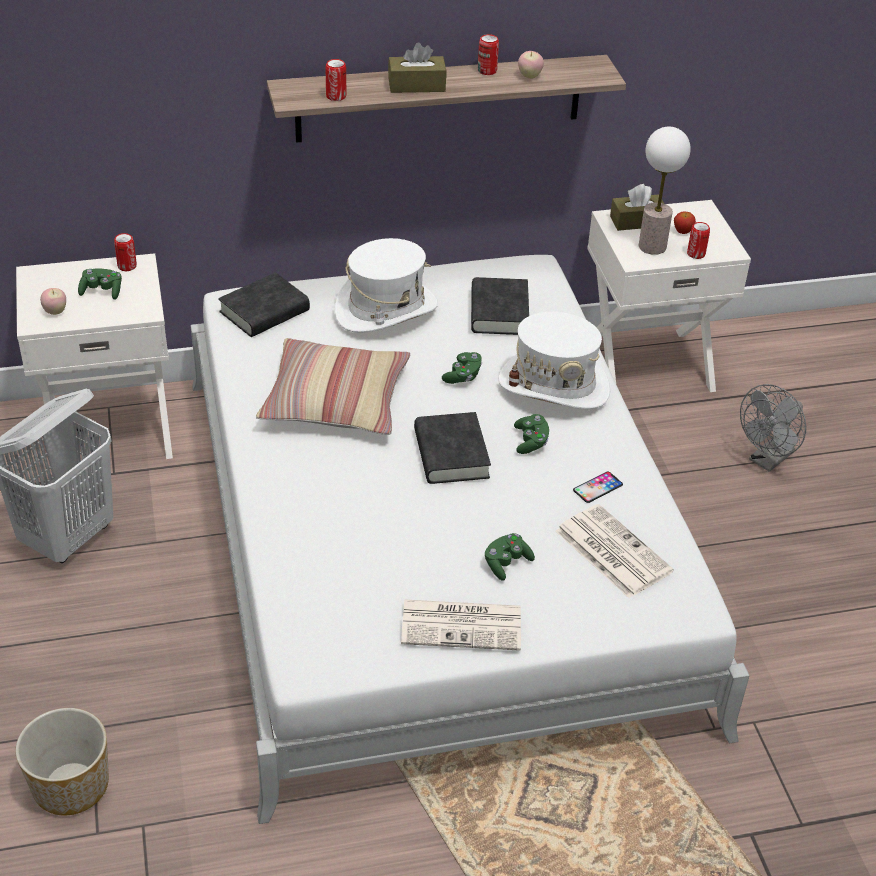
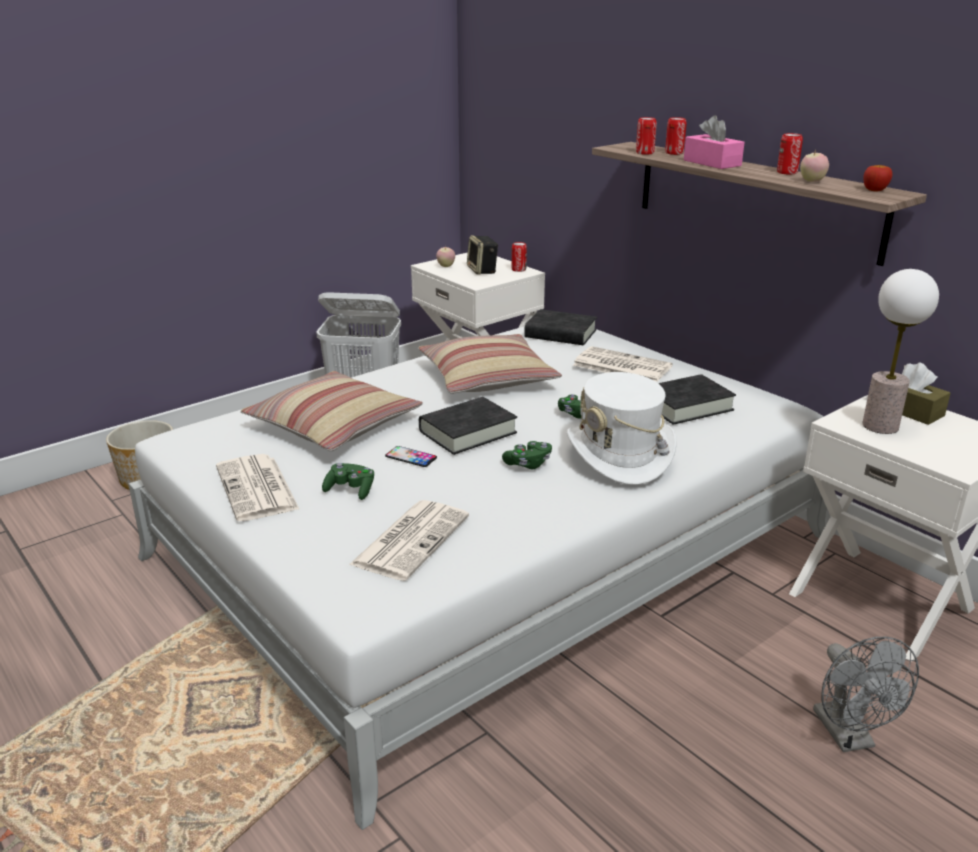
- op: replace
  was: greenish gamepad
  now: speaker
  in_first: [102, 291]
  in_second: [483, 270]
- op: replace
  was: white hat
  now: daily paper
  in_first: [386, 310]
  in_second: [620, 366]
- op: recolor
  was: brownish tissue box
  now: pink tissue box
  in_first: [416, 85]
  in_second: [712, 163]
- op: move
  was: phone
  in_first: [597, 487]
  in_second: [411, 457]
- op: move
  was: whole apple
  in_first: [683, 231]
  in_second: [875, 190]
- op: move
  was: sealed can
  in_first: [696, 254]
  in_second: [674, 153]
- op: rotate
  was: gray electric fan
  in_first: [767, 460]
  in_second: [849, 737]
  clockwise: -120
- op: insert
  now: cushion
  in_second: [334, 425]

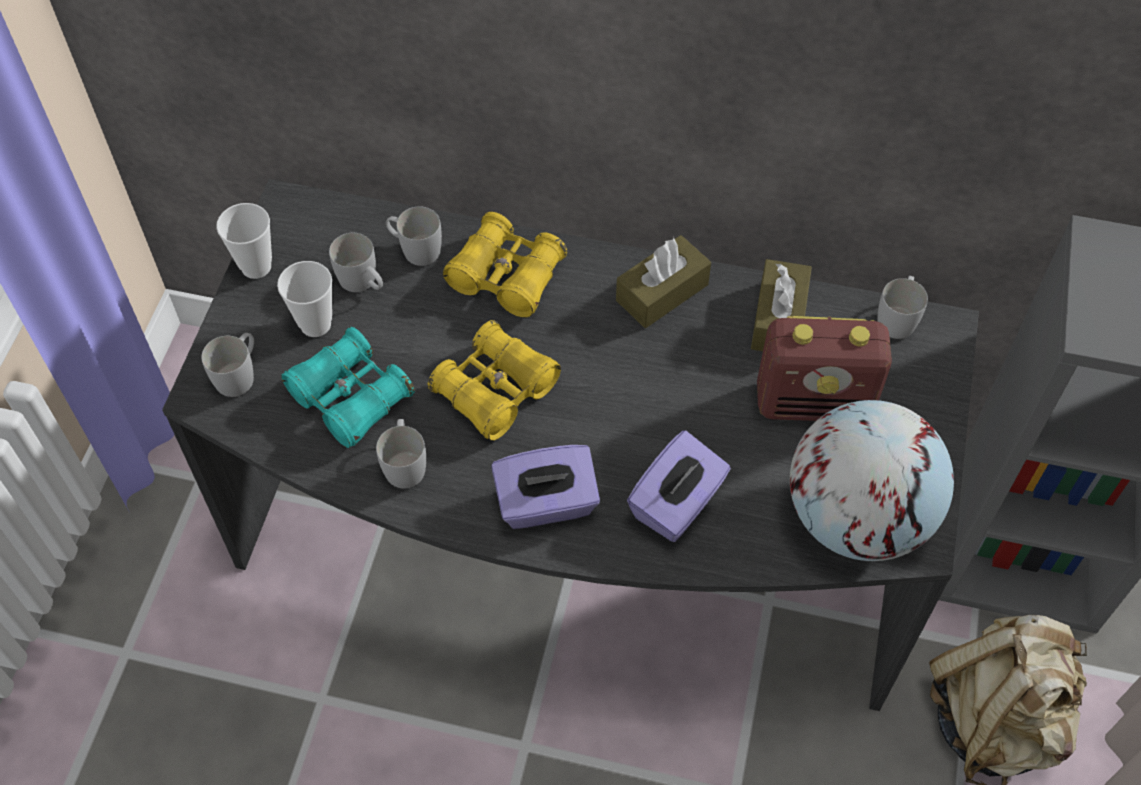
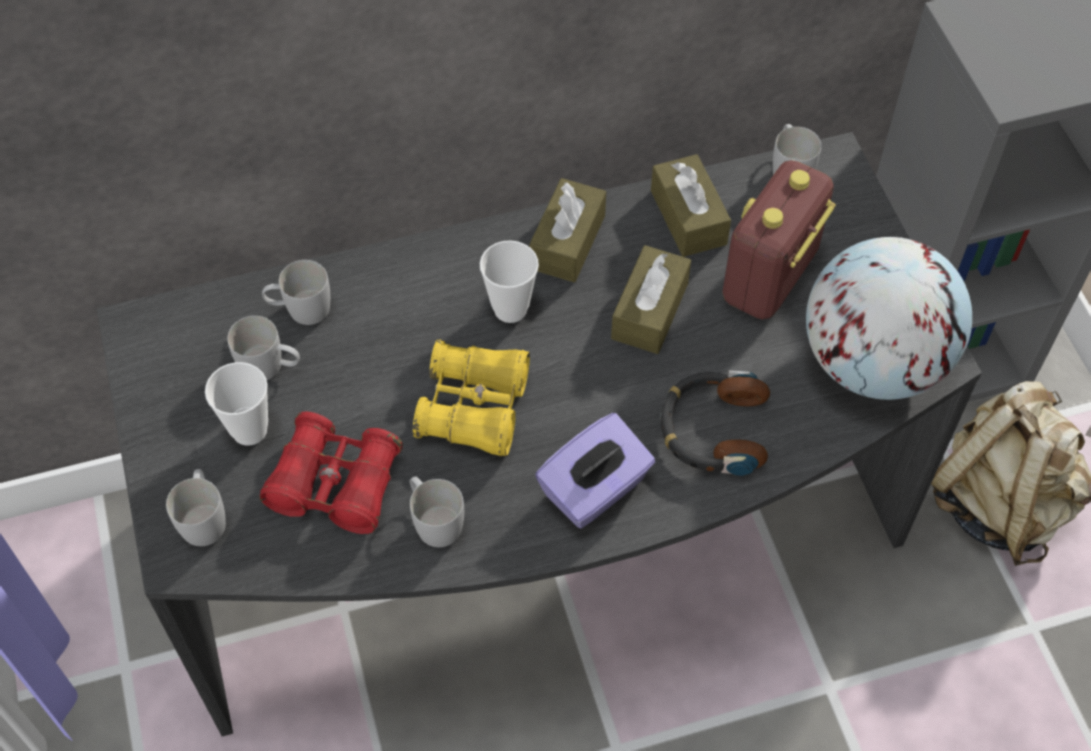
- op: move
  was: drinking cup
  in_first: [256, 266]
  in_second: [510, 309]
- op: recolor
  was: turquoise binoculars
  now: red-coloured binoculars
  in_first: [350, 397]
  in_second: [335, 484]
- op: delete
  was: yellow binoculars
  in_first: [506, 276]
- op: replace
  was: purplish tissue box
  now: pair of headphones
  in_first: [677, 504]
  in_second: [712, 429]
- op: rotate
  was: radio
  in_first: [815, 402]
  in_second: [769, 278]
  clockwise: 150
- op: insert
  now: brownish tissue box
  in_second: [650, 311]

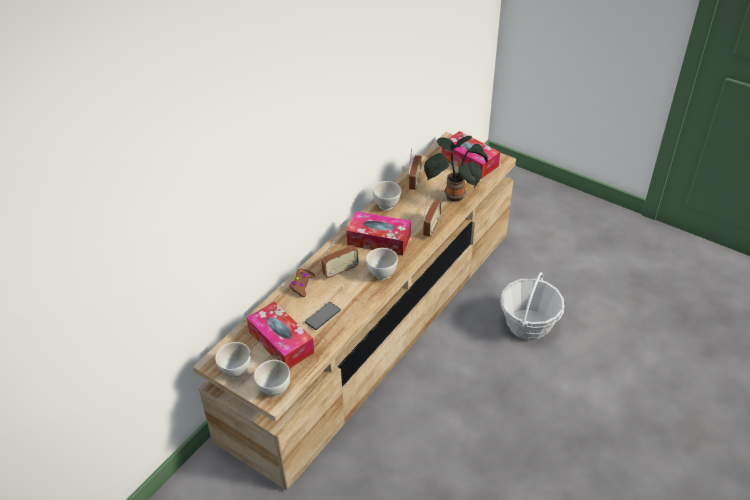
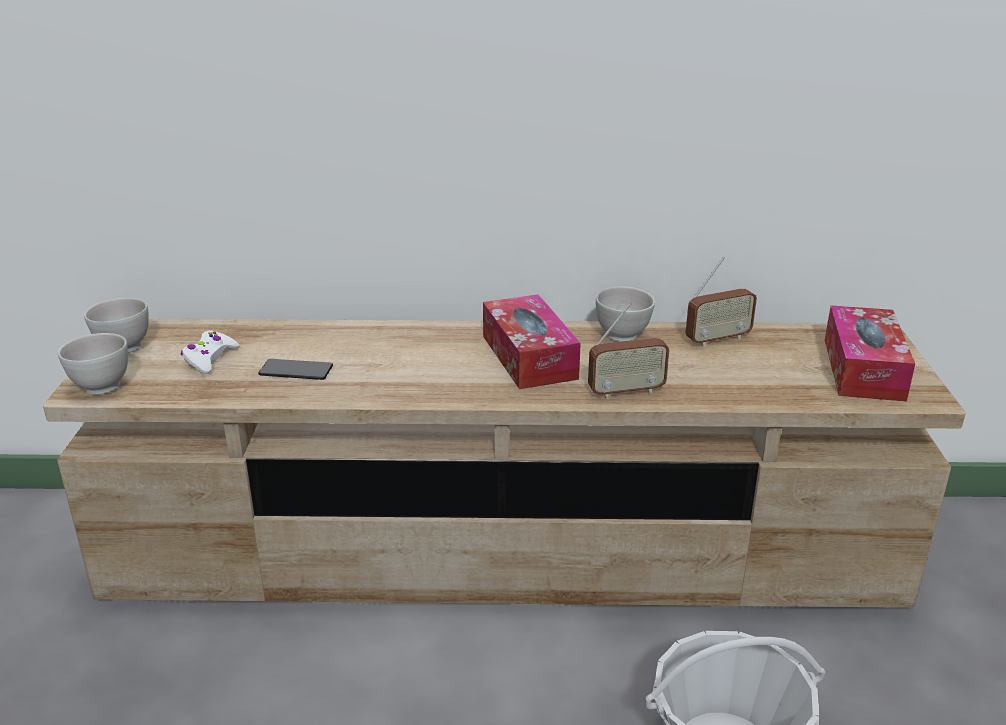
- op: replace
  was: tissue box
  now: white gamepad
  in_first: [281, 342]
  in_second: [209, 359]
- op: delete
  was: brownish gamepad
  in_first: [302, 285]
- op: delete
  was: radio
  in_first: [340, 271]
- op: delete
  was: white bowl
  in_first: [382, 274]
- op: delete
  was: houseplant
  in_first: [454, 195]

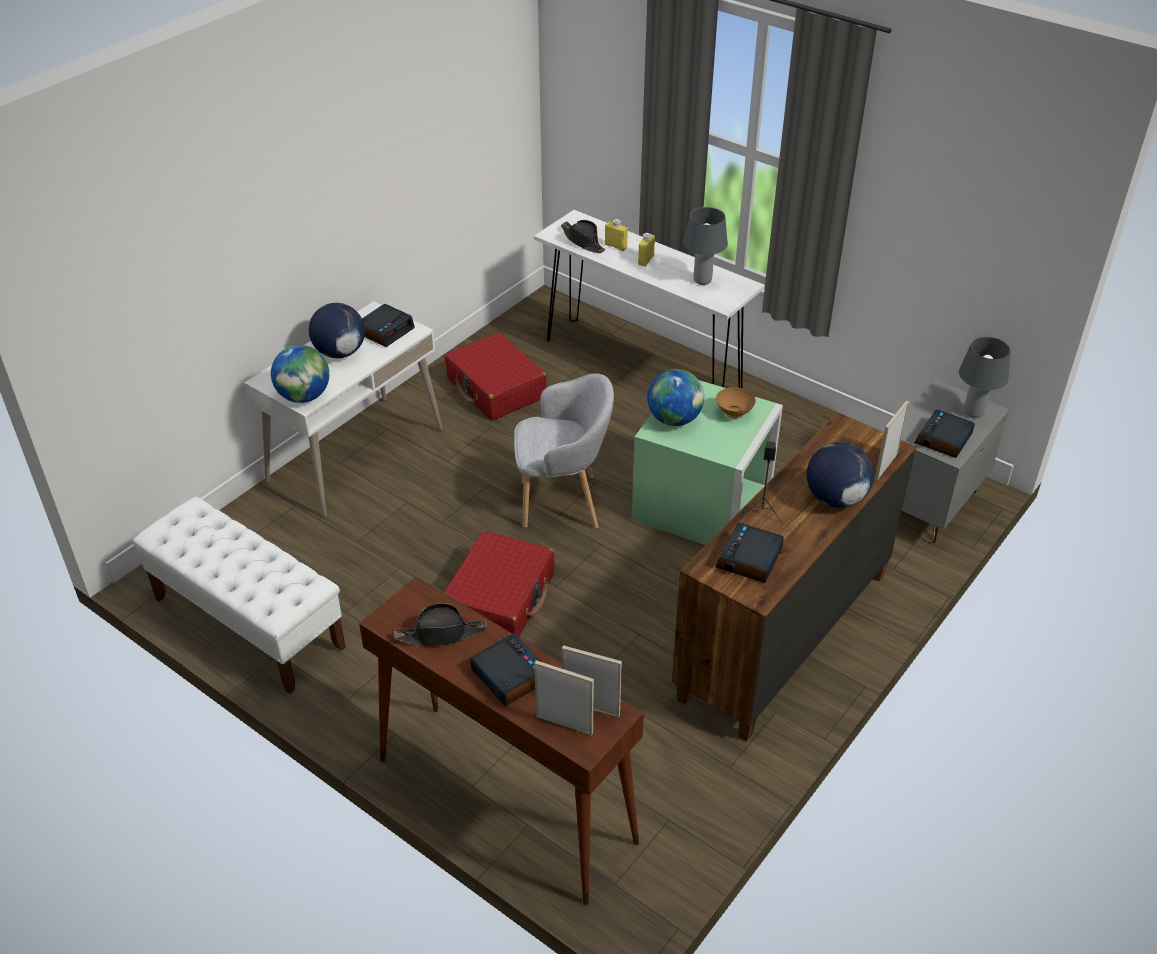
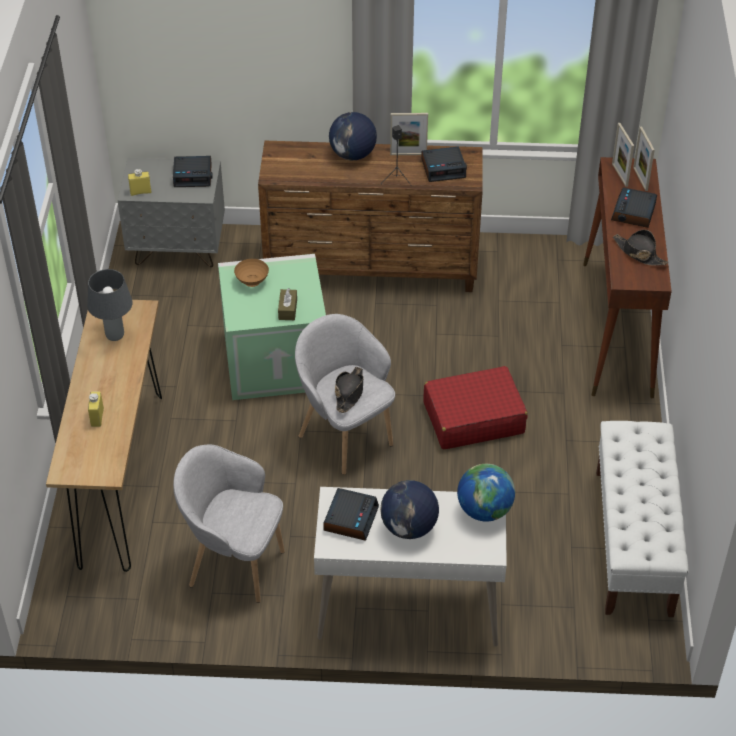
- op: rotate
  was: alarm clock
  in_first: [385, 330]
  in_second: [350, 518]
  clockwise: 105
- op: replace
  was: red-coloured piece of luggage
  now: gray armchair
  in_first: [496, 388]
  in_second: [234, 565]
- op: recolor
  was: white hall table
  now: brownish hall table
  in_first: [641, 367]
  in_second: [121, 479]
- op: move
  was: black-coloured hat
  in_first: [583, 241]
  in_second: [349, 393]
- op: move
  was: yellow drink bottle
  in_first: [646, 260]
  in_second: [140, 192]
- op: replace
  was: globe
  now: brownish tissue box
  in_first: [674, 419]
  in_second: [287, 309]
- op: move
  was: photo frame
  in_first: [886, 466]
  in_second: [408, 154]
- op: delete
  was: gray tabletop lamp
  in_first: [972, 413]

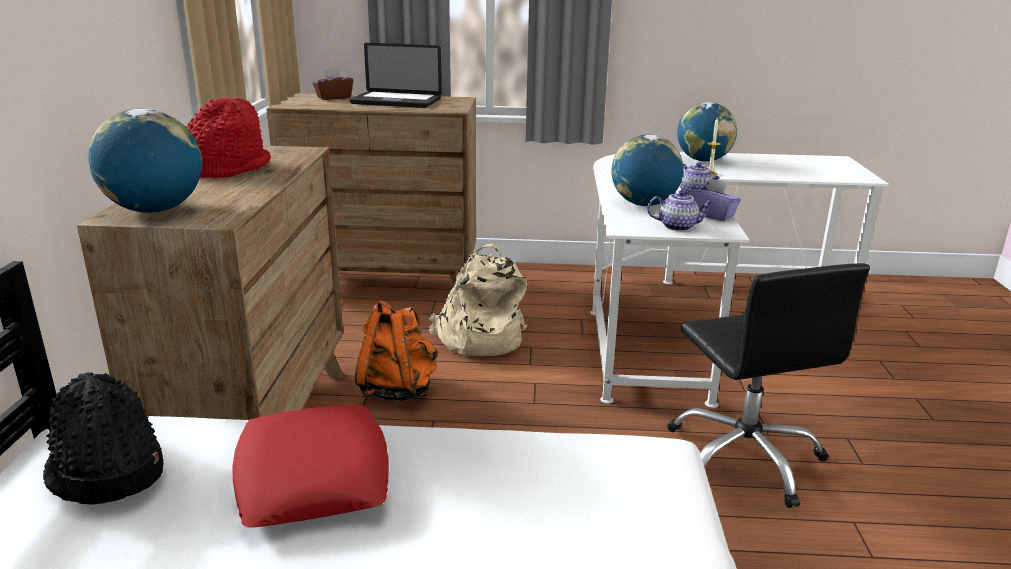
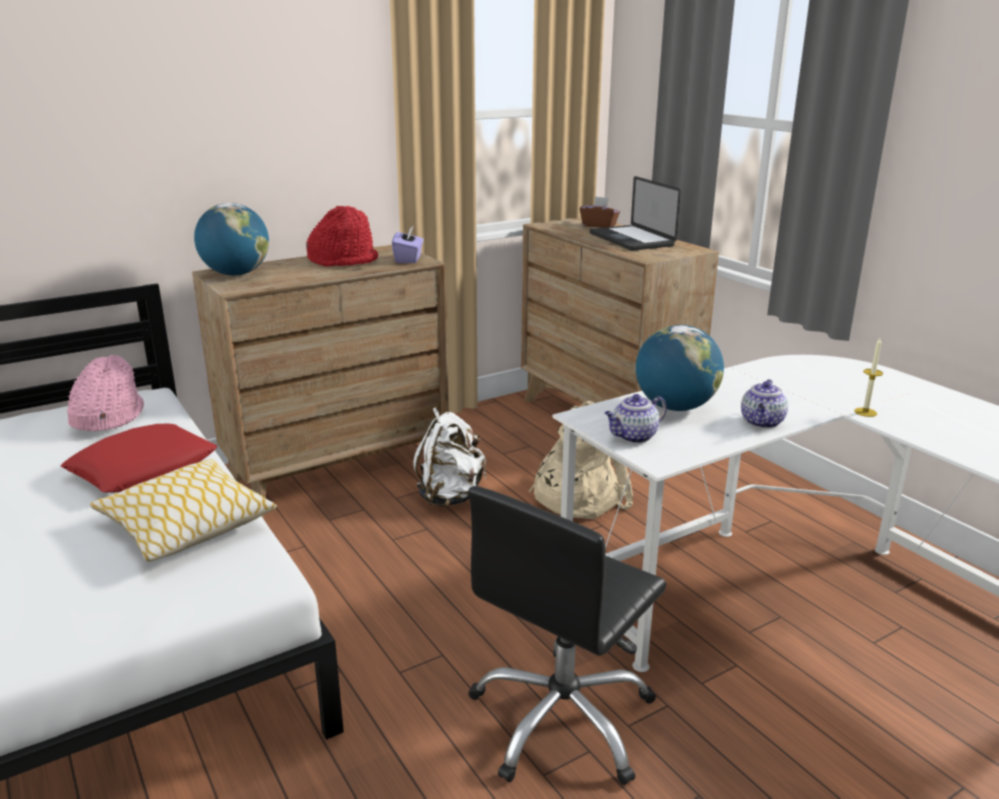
- op: recolor
  was: black-coloured hat
  now: pink hat
  in_first: [106, 472]
  in_second: [107, 417]
- op: recolor
  was: orange knapsack
  now: white knapsack
  in_first: [398, 390]
  in_second: [450, 496]
- op: rotate
  was: tea pot
  in_first: [678, 226]
  in_second: [633, 437]
  clockwise: 90
- op: delete
  was: globe
  in_first: [703, 160]
- op: move
  was: purplish tissue box
  in_first: [711, 215]
  in_second: [408, 259]
- op: insert
  now: cushion
  in_second: [186, 525]

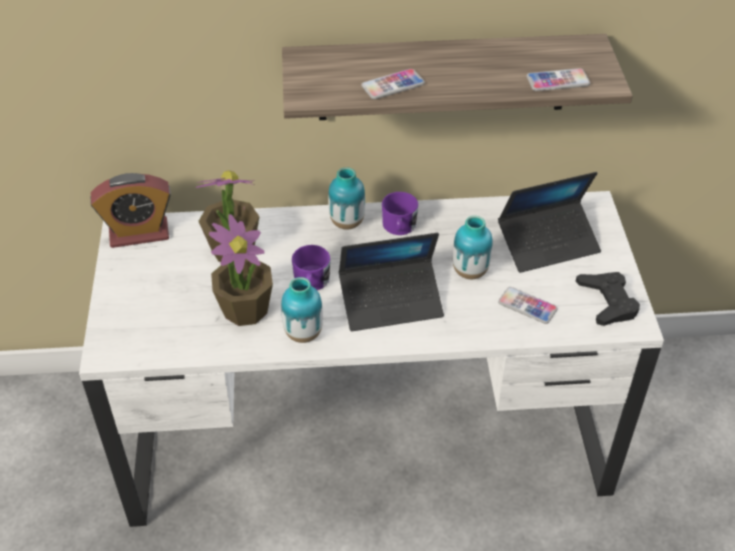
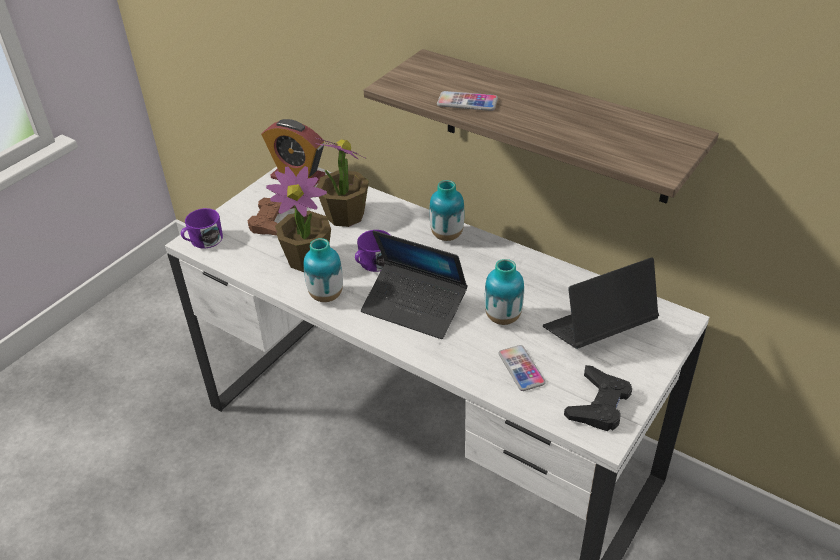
- op: move
  was: purplish coffee mug
  in_first: [399, 227]
  in_second: [203, 241]
- op: rotate
  was: notebook computer
  in_first: [548, 243]
  in_second: [598, 330]
  clockwise: 135
- op: delete
  was: phone
  in_first: [557, 81]
- op: insert
  now: brownish gamepad
  in_second: [273, 221]

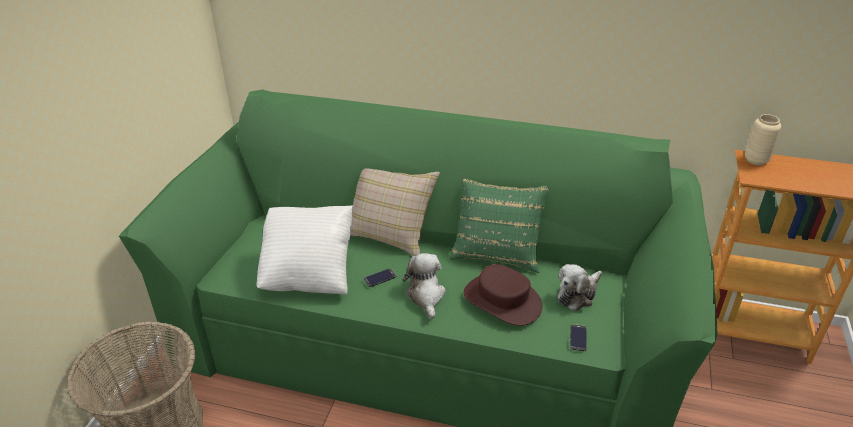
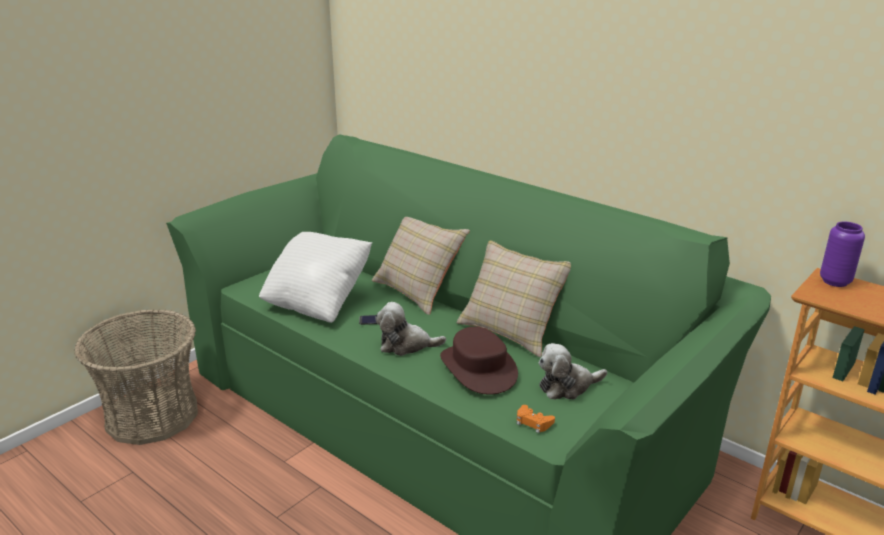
- op: rotate
  was: cuddly toy
  in_first: [426, 296]
  in_second: [406, 345]
  clockwise: -105
- op: recolor
  was: greenish cushion
  now: beige cushion
  in_first: [497, 251]
  in_second: [511, 329]
- op: replace
  was: phone
  now: orange gamepad
  in_first: [578, 338]
  in_second: [533, 422]
- op: recolor
  was: beige vase
  now: purplish vase
  in_first: [756, 160]
  in_second: [835, 281]

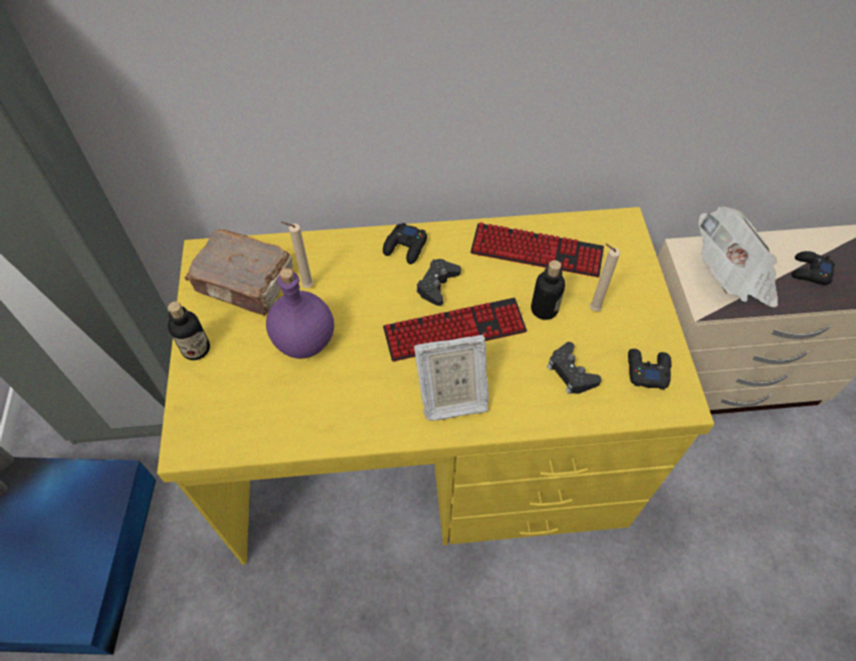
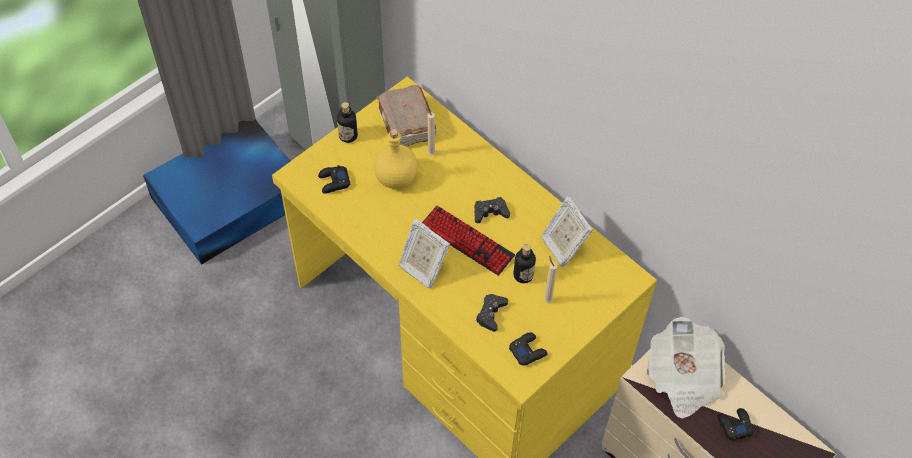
- op: recolor
  was: purplish drink bottle
  now: yellow drink bottle
  in_first: [304, 340]
  in_second: [396, 177]
- op: move
  was: black-coloured gamepad
  in_first: [405, 247]
  in_second: [334, 182]
- op: replace
  was: keyboard
  now: photo frame
  in_first: [536, 251]
  in_second: [563, 246]

